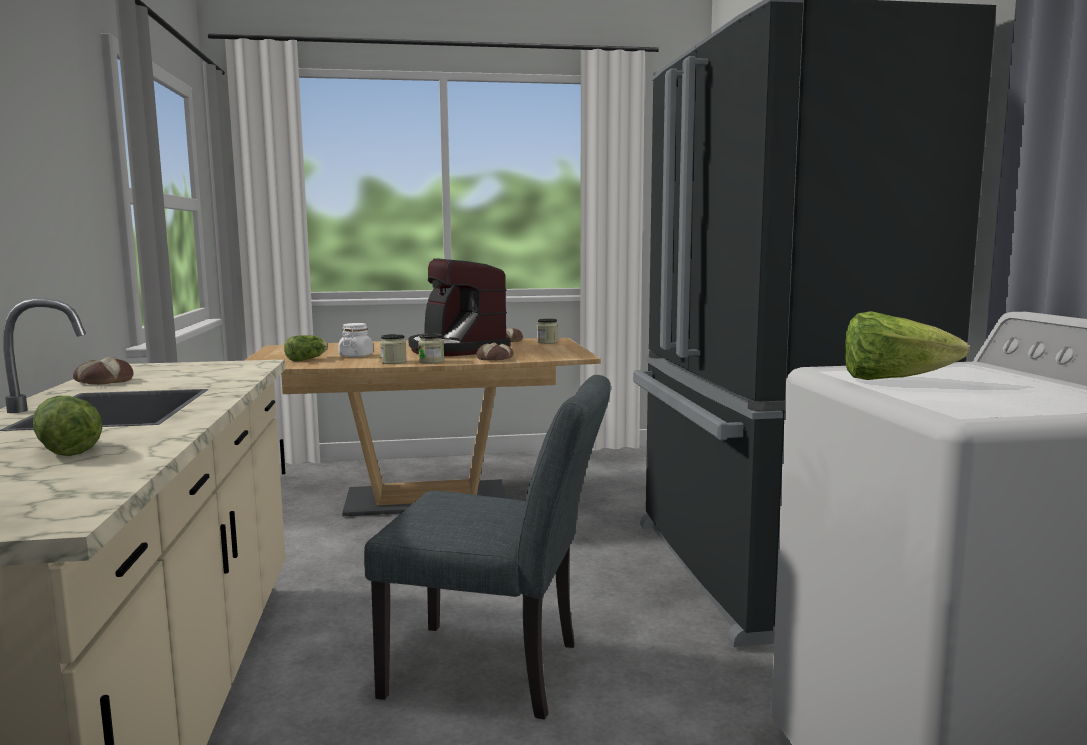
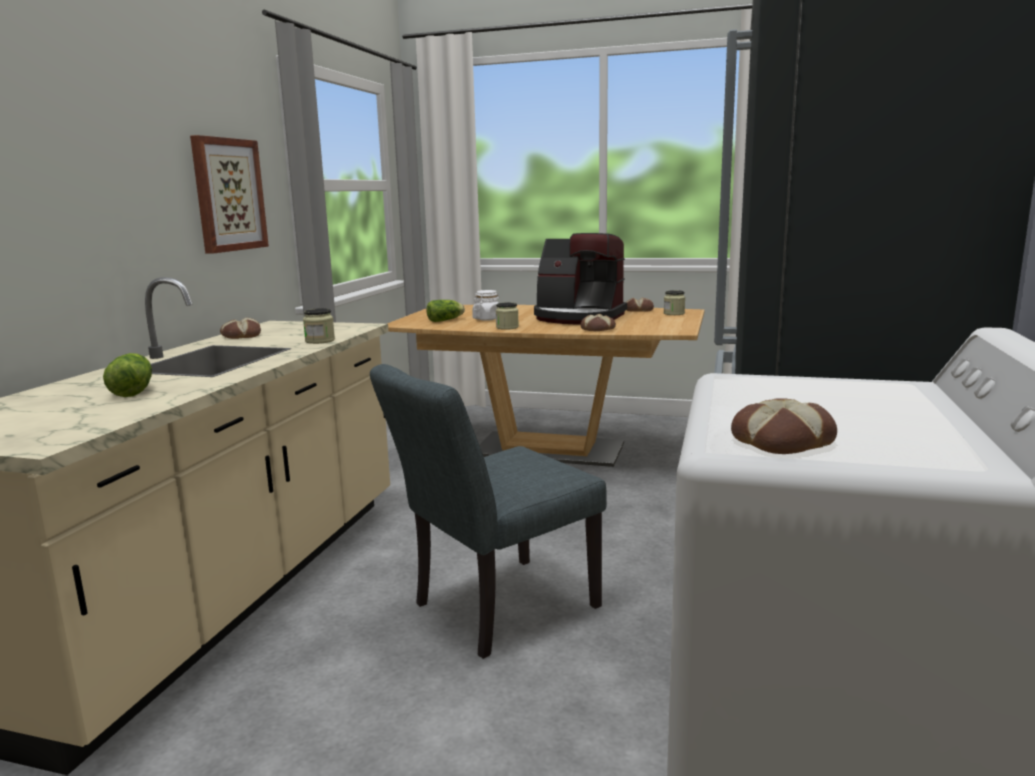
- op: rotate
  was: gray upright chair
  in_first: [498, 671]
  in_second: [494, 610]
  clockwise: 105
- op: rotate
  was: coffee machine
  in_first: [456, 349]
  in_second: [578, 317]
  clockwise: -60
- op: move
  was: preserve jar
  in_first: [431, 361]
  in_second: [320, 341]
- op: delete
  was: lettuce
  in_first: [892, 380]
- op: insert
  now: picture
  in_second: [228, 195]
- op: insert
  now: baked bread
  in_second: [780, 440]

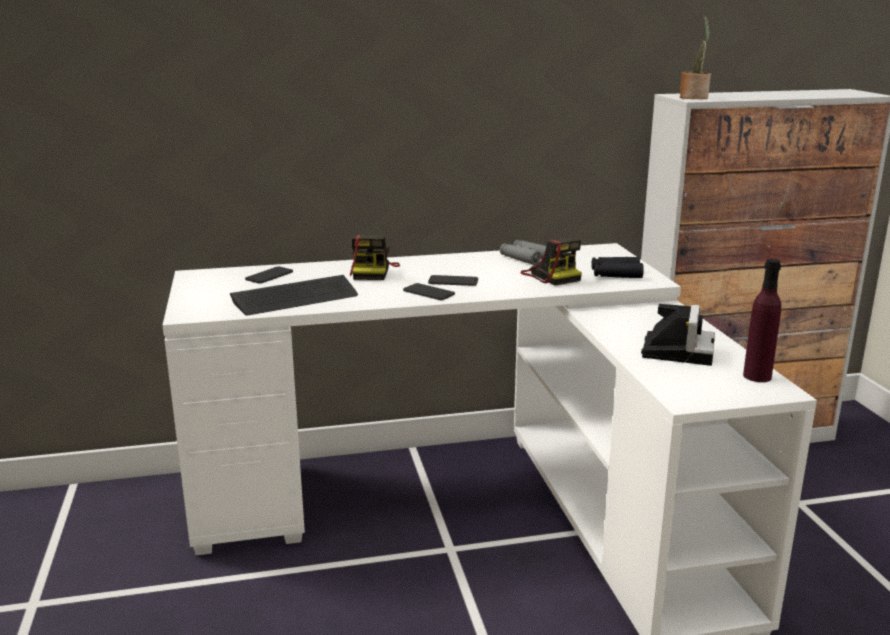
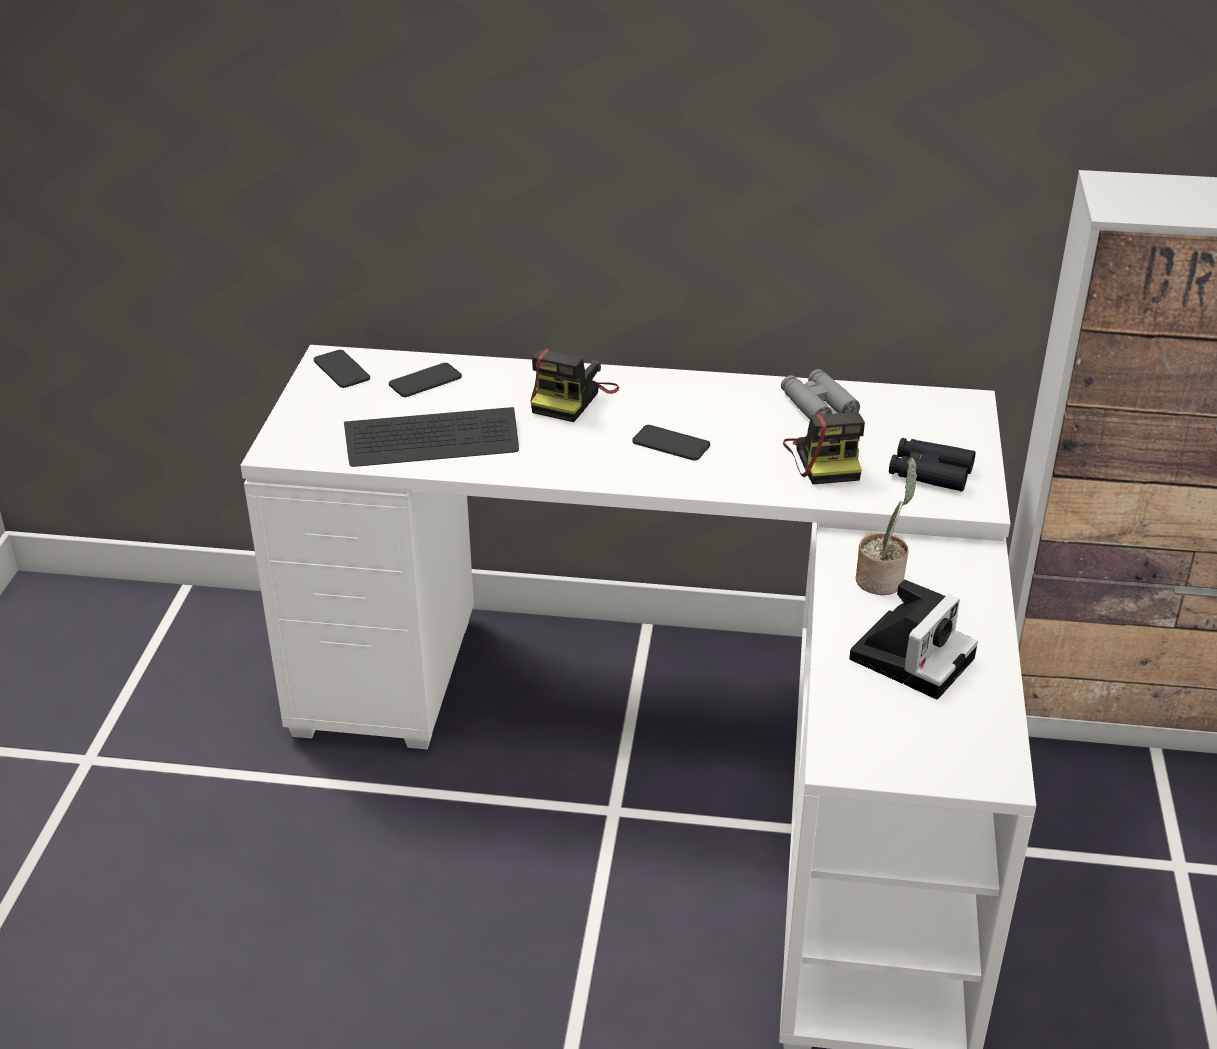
- op: move
  was: phone
  in_first: [428, 292]
  in_second: [341, 370]
- op: move
  was: houseplant
  in_first: [694, 97]
  in_second: [882, 579]
- op: delete
  was: purplish drink bottle
  in_first: [757, 376]

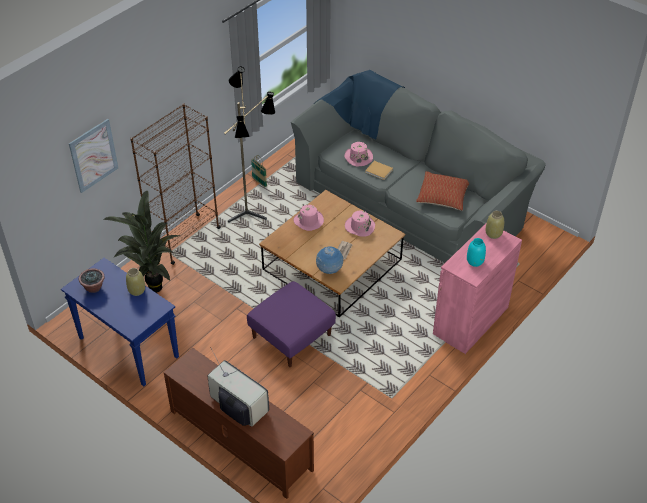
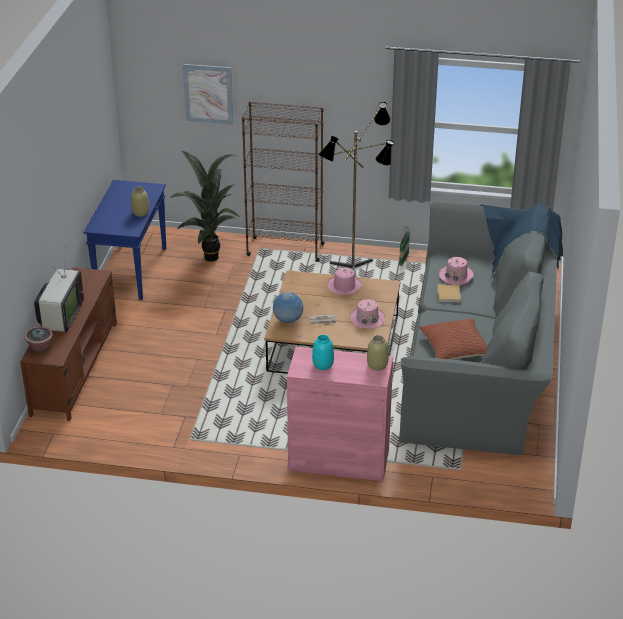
- op: move
  was: houseplant
  in_first: [94, 287]
  in_second: [40, 348]
- op: delete
  was: purplish footrest
  in_first: [292, 335]

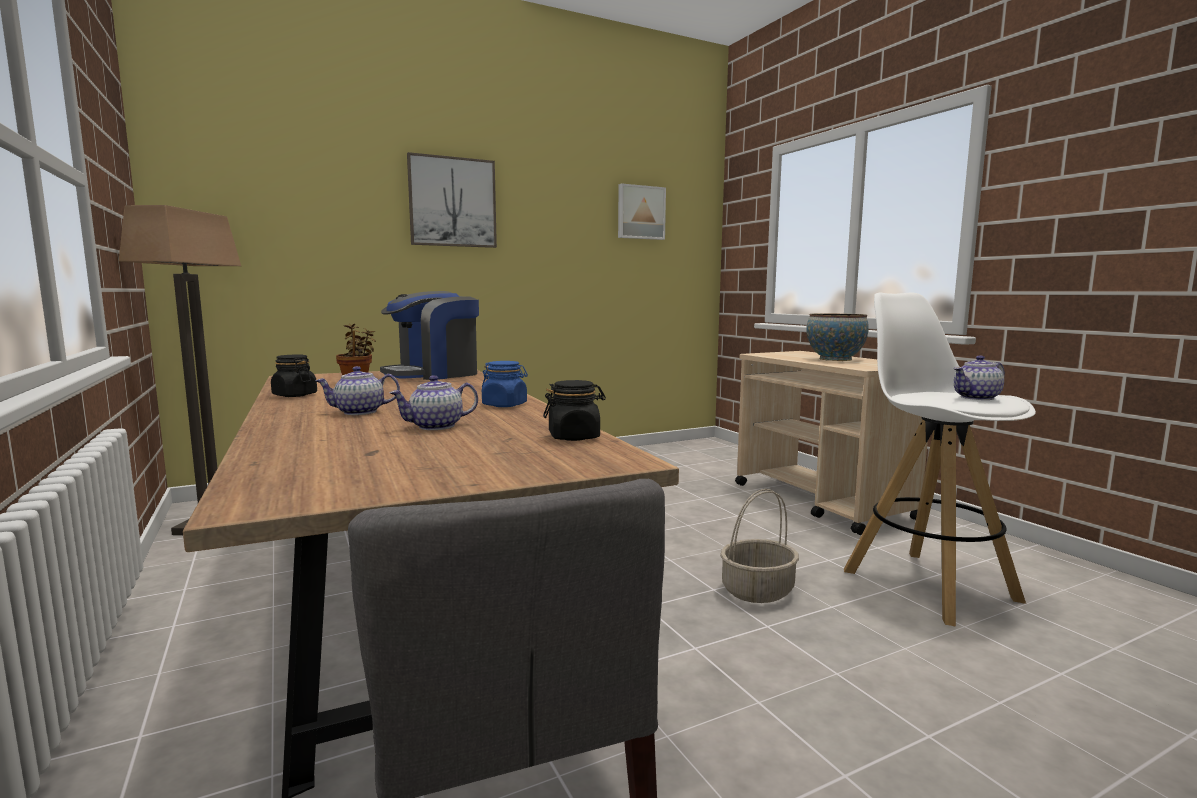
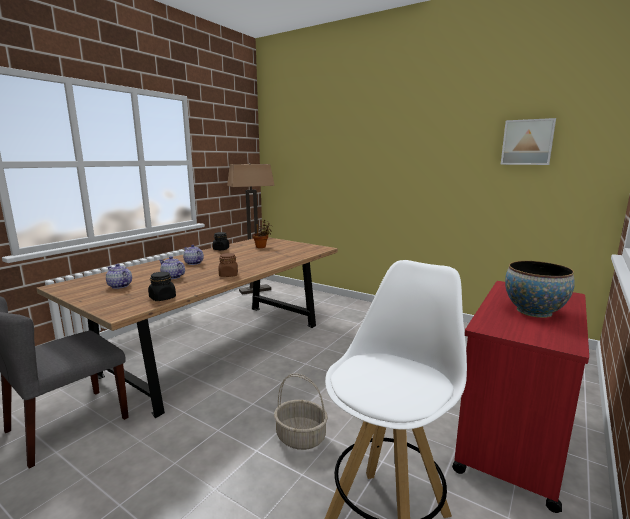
- op: delete
  was: coffee machine
  in_first: [434, 374]
- op: delete
  was: picture
  in_first: [452, 202]
- op: recolor
  was: bluish preserve jar
  now: brownish preserve jar
  in_first: [505, 405]
  in_second: [228, 275]
- op: recolor
  was: beige cart
  now: red-coloured cart
  in_first: [822, 501]
  in_second: [513, 438]
- op: move
  was: tea pot
  in_first: [977, 398]
  in_second: [119, 286]

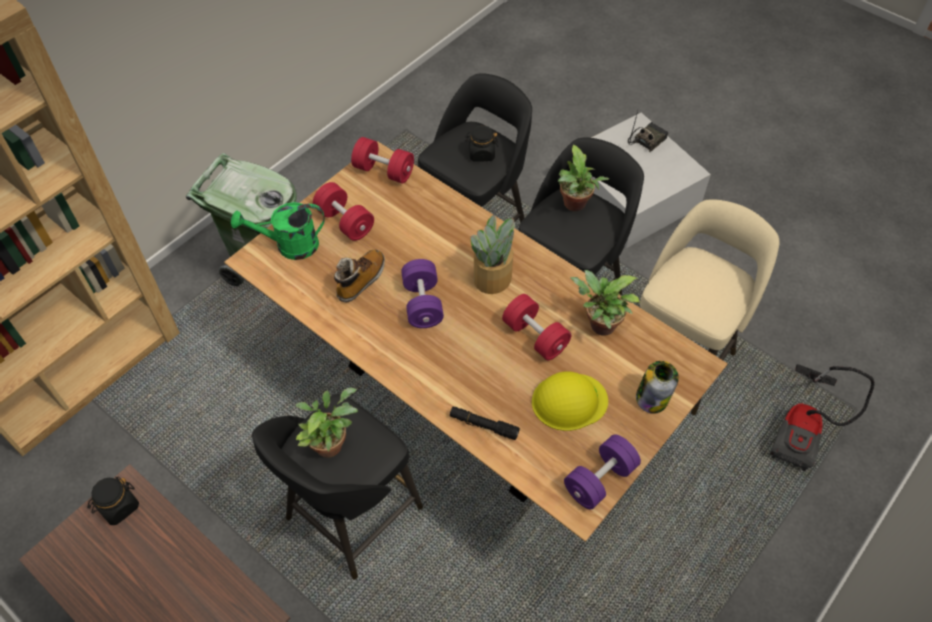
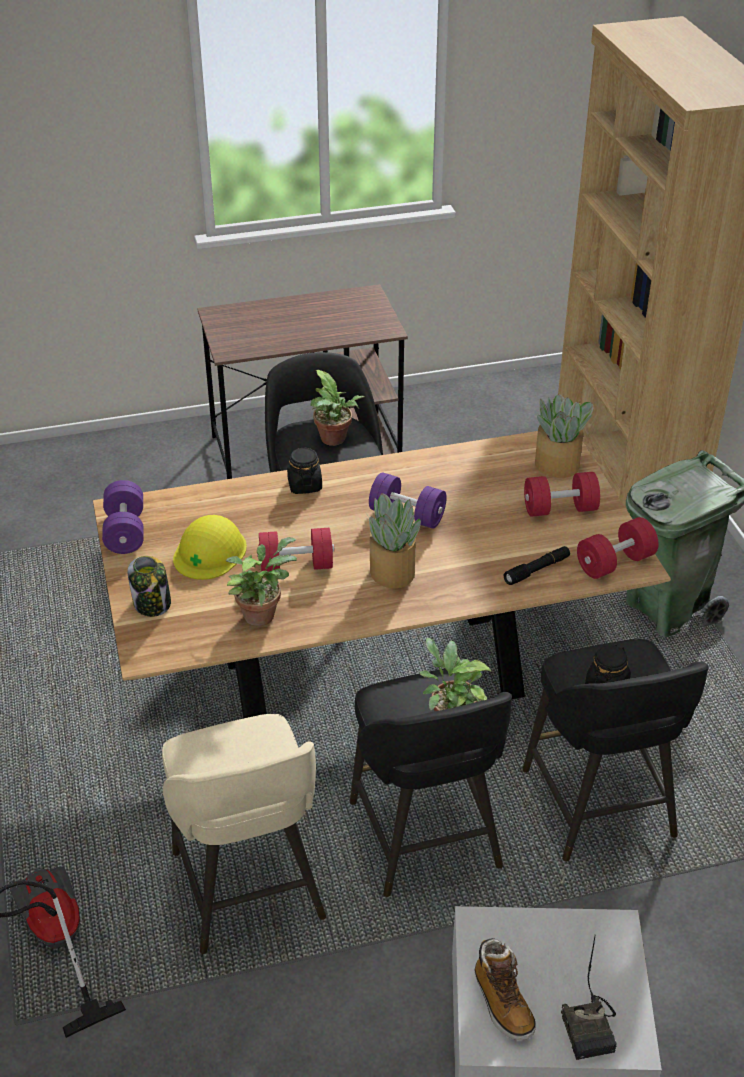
- op: move
  was: black-coloured preserve jar
  in_first: [118, 507]
  in_second: [304, 485]
- op: replace
  was: greenish sprinkling can
  now: houseplant
  in_first: [289, 246]
  in_second: [557, 465]
- op: move
  was: high-top boot
  in_first: [361, 280]
  in_second: [502, 1003]
- op: move
  was: black-coloured flashlight
  in_first: [483, 425]
  in_second: [537, 570]

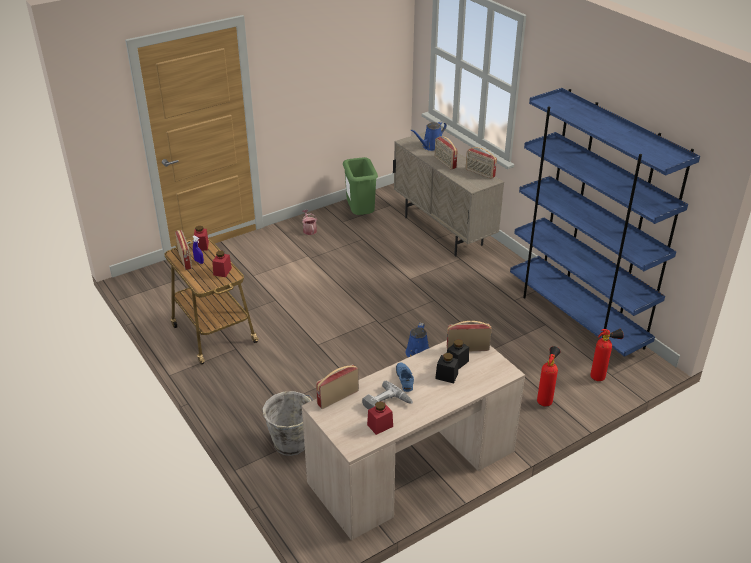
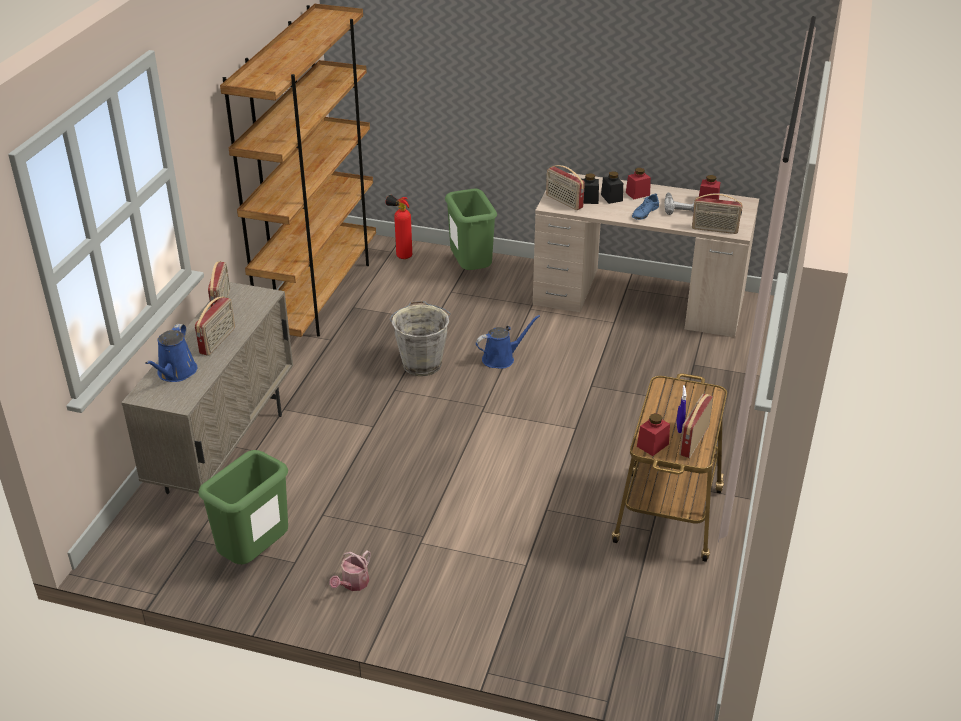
- op: move
  was: red-coloured preserve jar
  in_first: [222, 271]
  in_second: [637, 194]
- op: move
  was: gray pail
  in_first: [292, 443]
  in_second: [422, 363]
- op: rotate
  was: bluish sprinkling can
  in_first: [431, 146]
  in_second: [175, 373]
  clockwise: 90
- op: recolor
  was: bluish shelving unit
  now: brownish shelving unit
  in_first: [576, 317]
  in_second: [319, 294]
- op: replace
  was: fire-fighting cylinder
  now: greenish rubbish bin
  in_first: [545, 400]
  in_second: [470, 270]

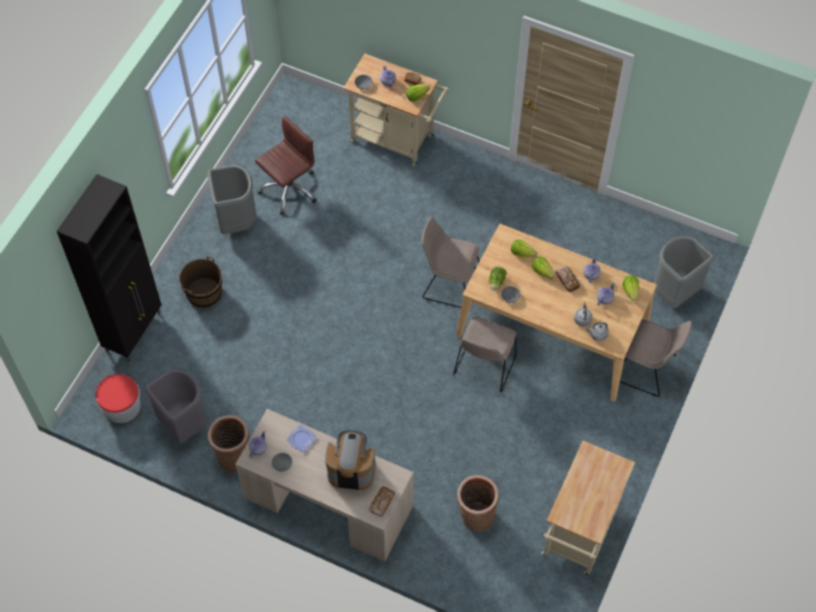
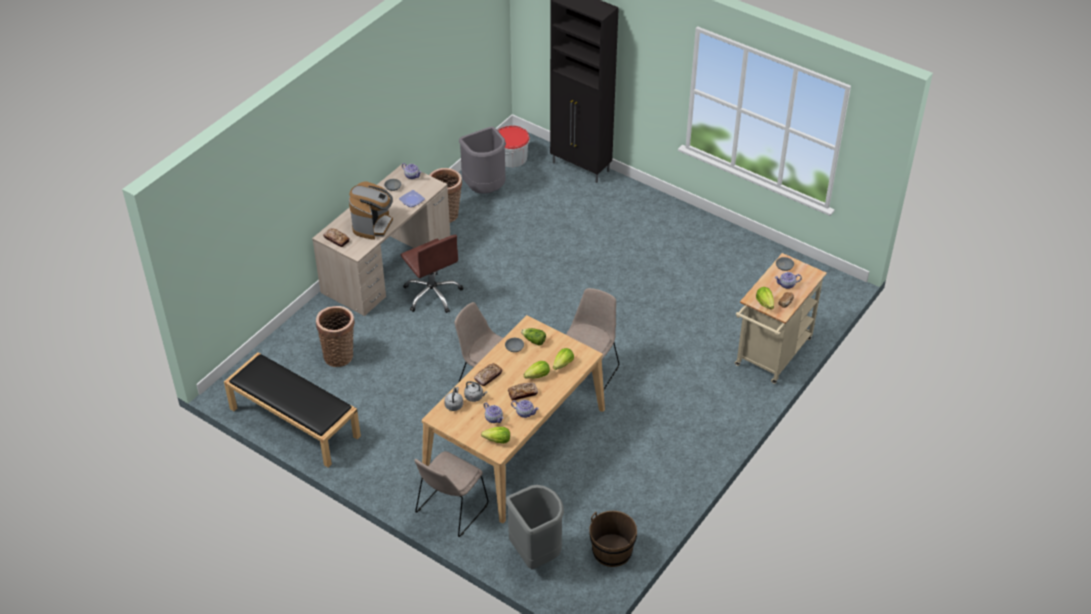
- op: move
  was: brownish pail
  in_first: [204, 293]
  in_second: [612, 551]
- op: delete
  was: gray rubbish bin
  in_first: [236, 222]
- op: move
  was: brownish desk chair
  in_first: [289, 189]
  in_second: [433, 294]
- op: replace
  was: beige cart
  now: black-coloured long seat
  in_first: [578, 536]
  in_second: [293, 422]
- op: insert
  now: baked bread
  in_second: [488, 376]

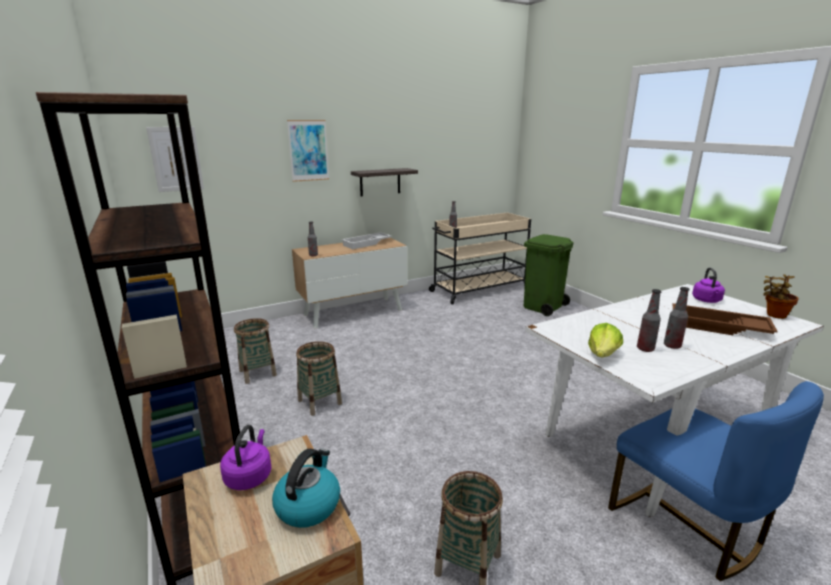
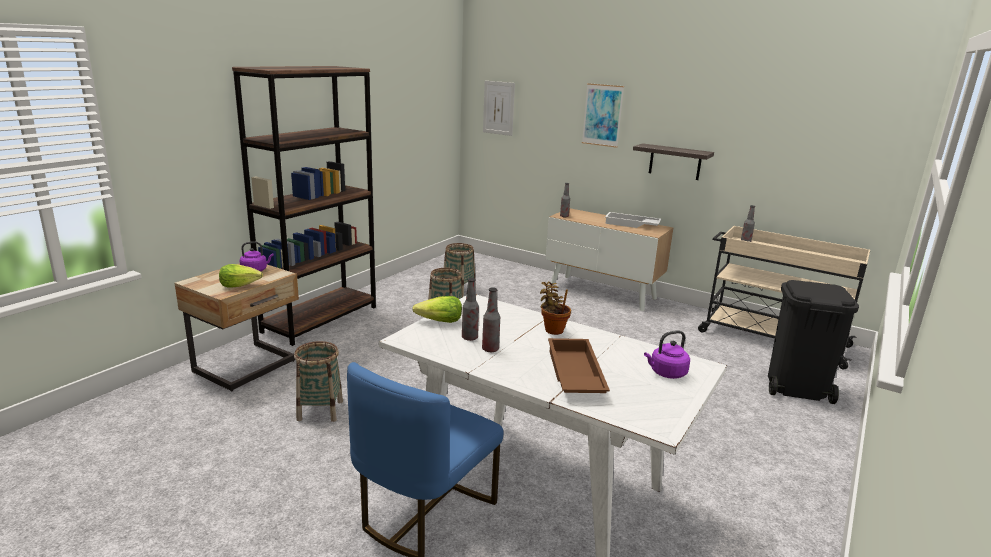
- op: replace
  was: tea kettle
  now: lettuce
  in_first: [308, 505]
  in_second: [240, 285]
- op: recolor
  was: greenish rubbish bin
  now: black-coloured rubbish bin
  in_first: [542, 307]
  in_second: [795, 388]
- op: move
  was: houseplant
  in_first: [774, 315]
  in_second: [552, 329]

